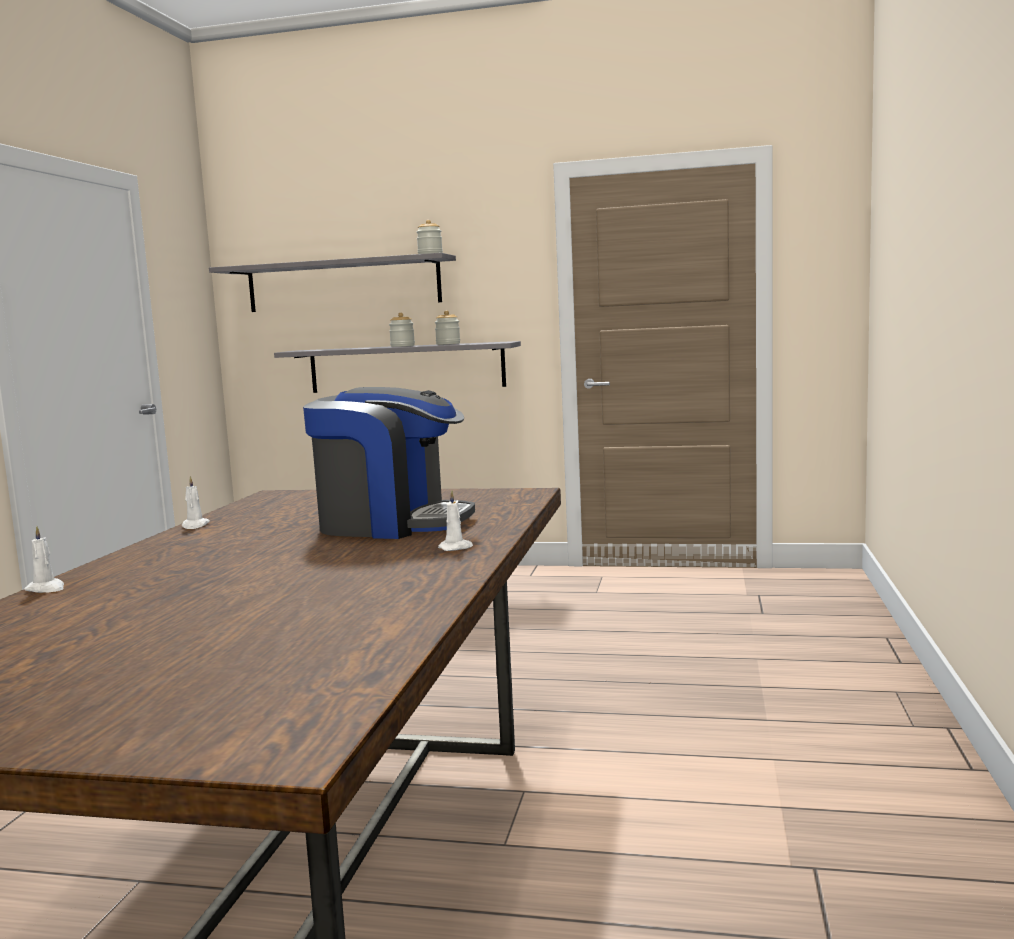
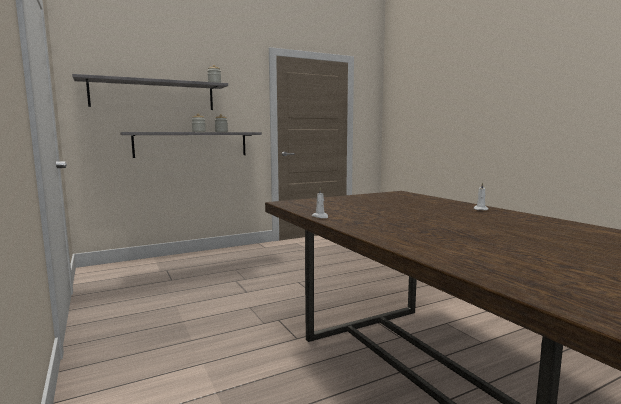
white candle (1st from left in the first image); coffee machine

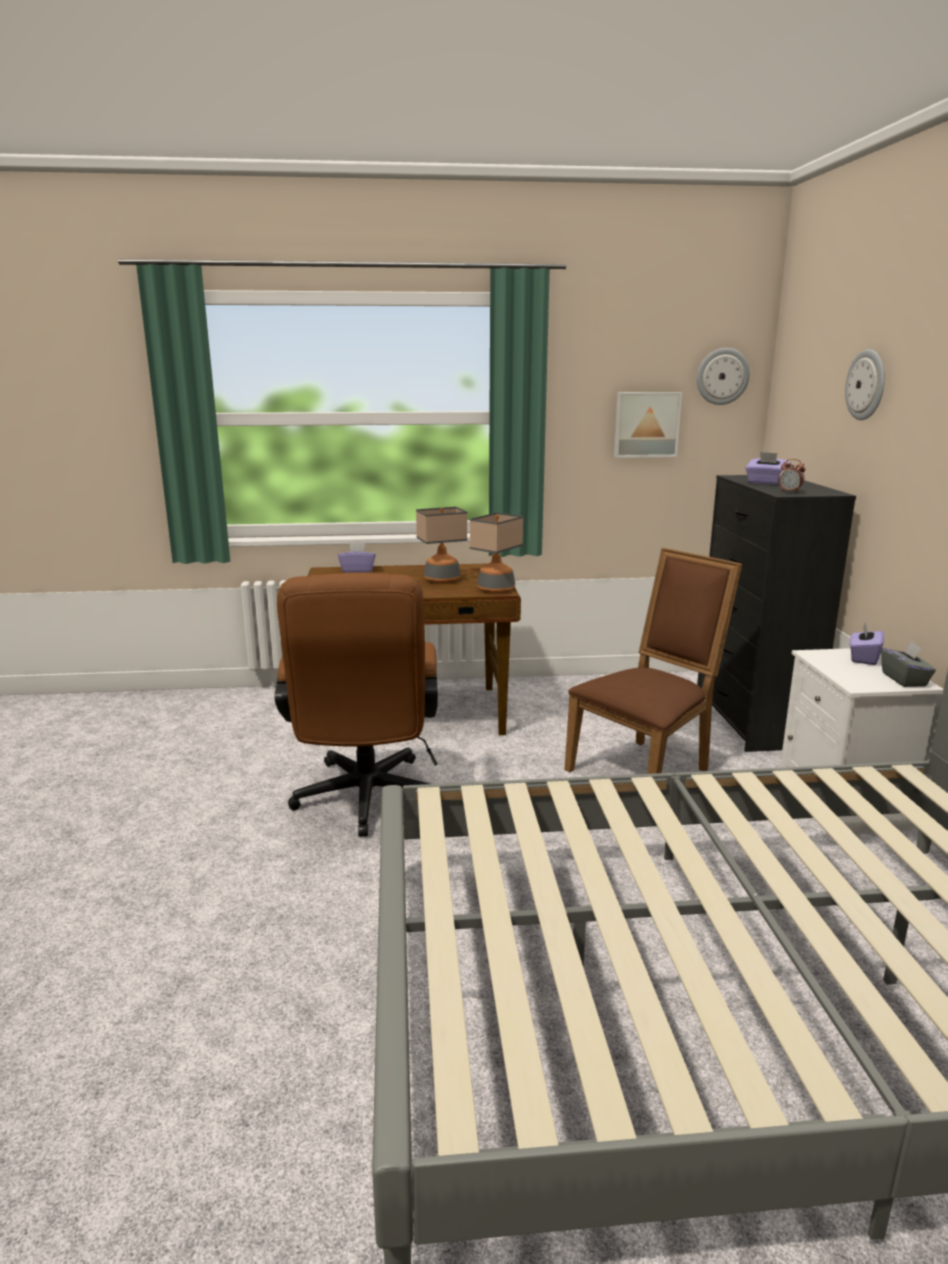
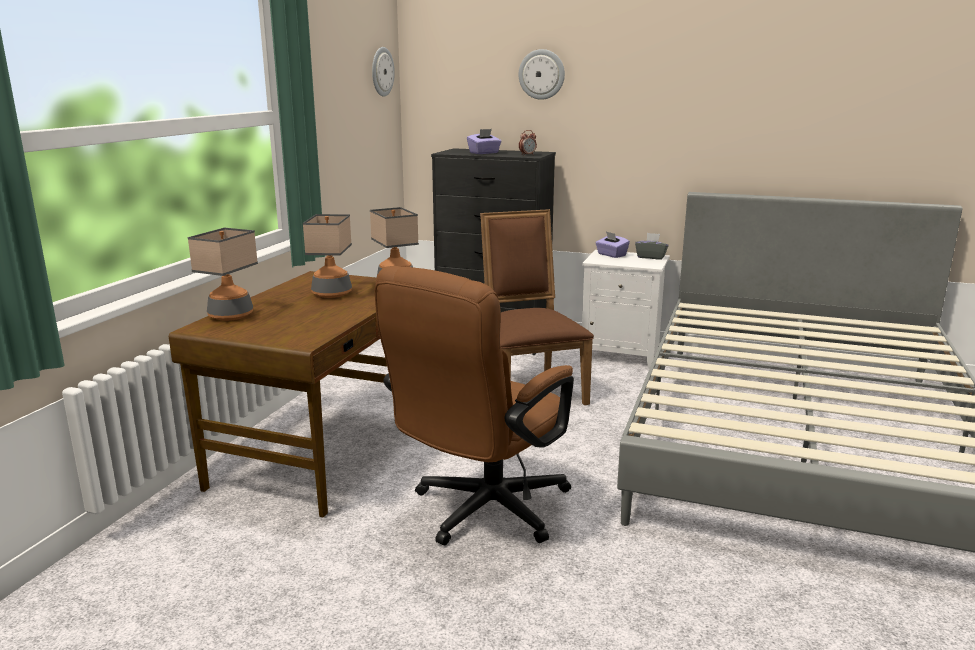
brown office chair; table lamp (1st from left); picture

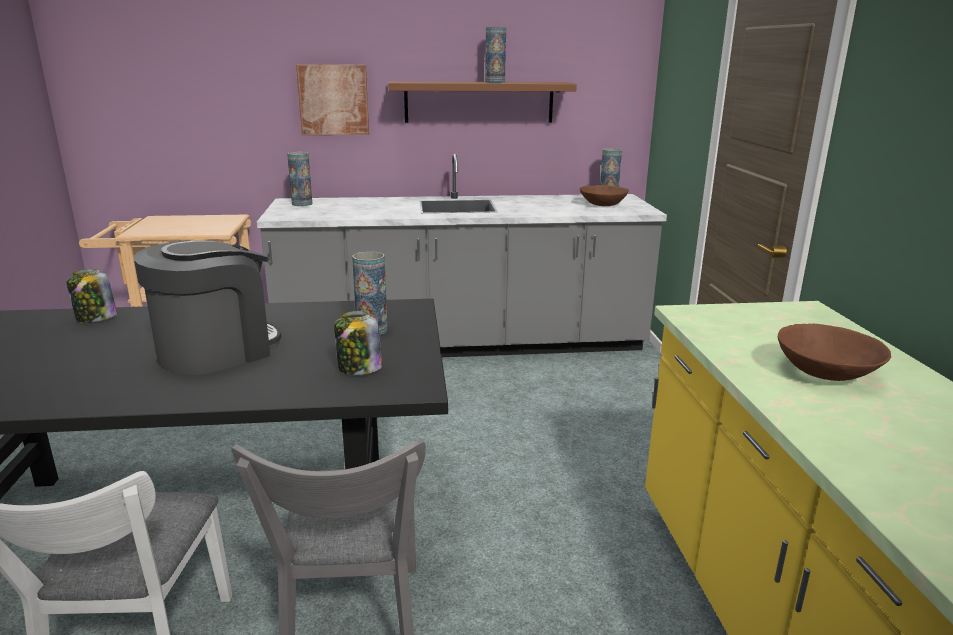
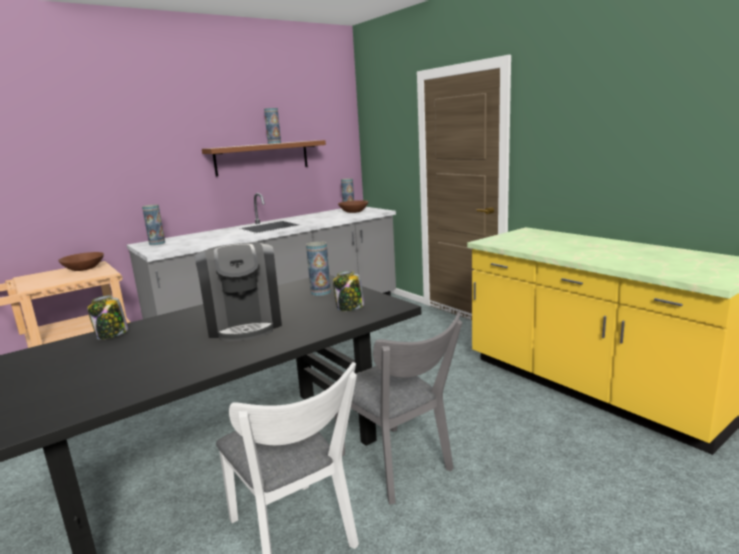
coffee machine; picture; brown bowl (1st from left)

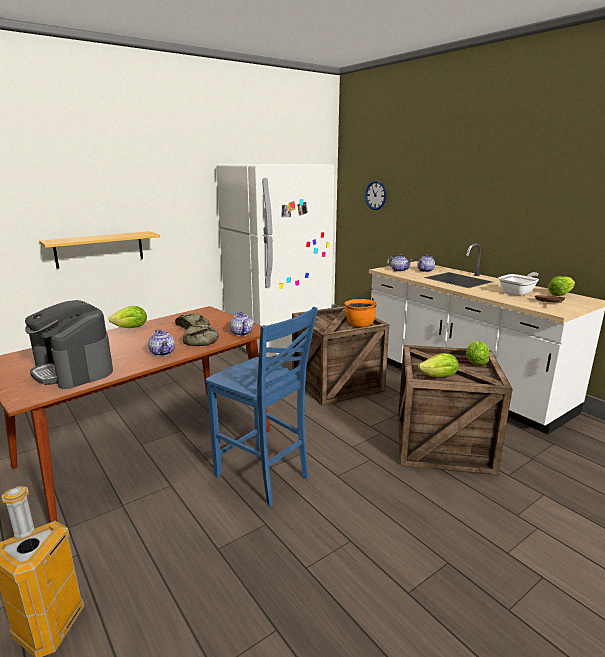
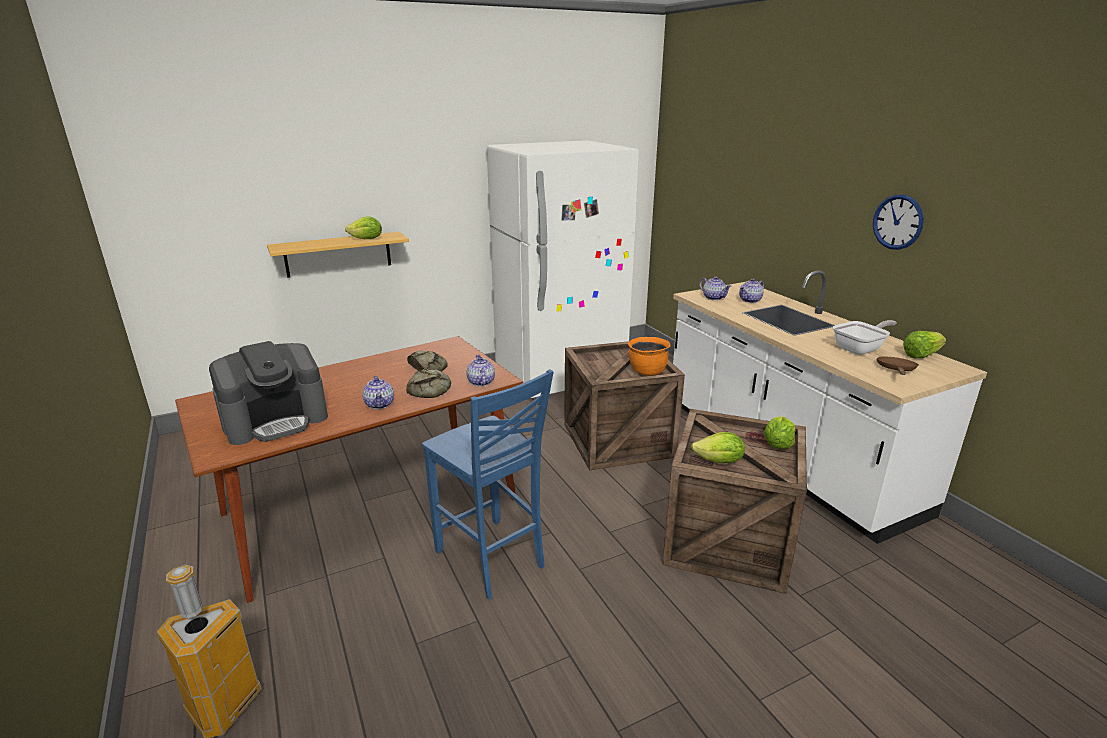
coffee machine; lettuce (1st from left); wall clock

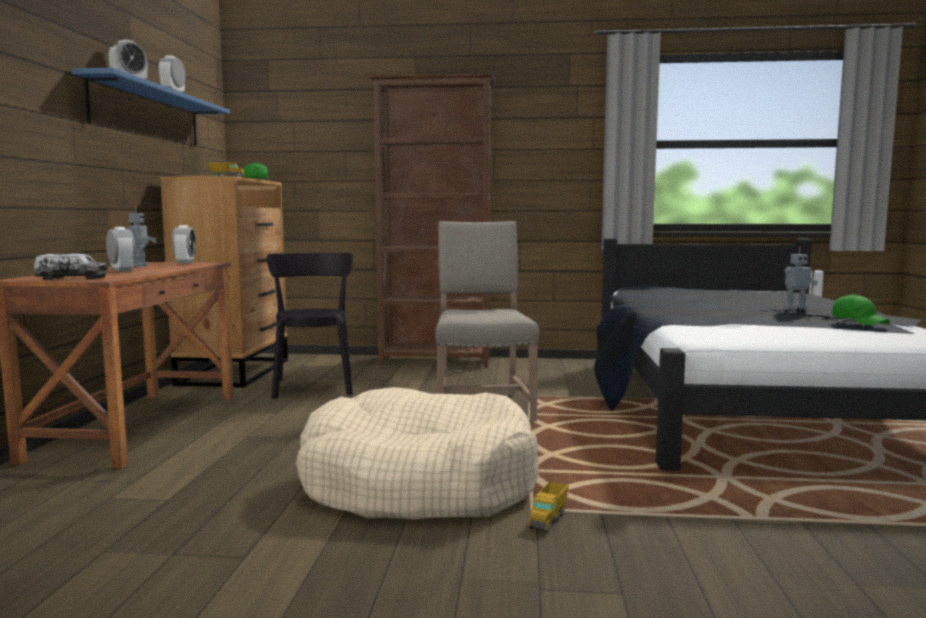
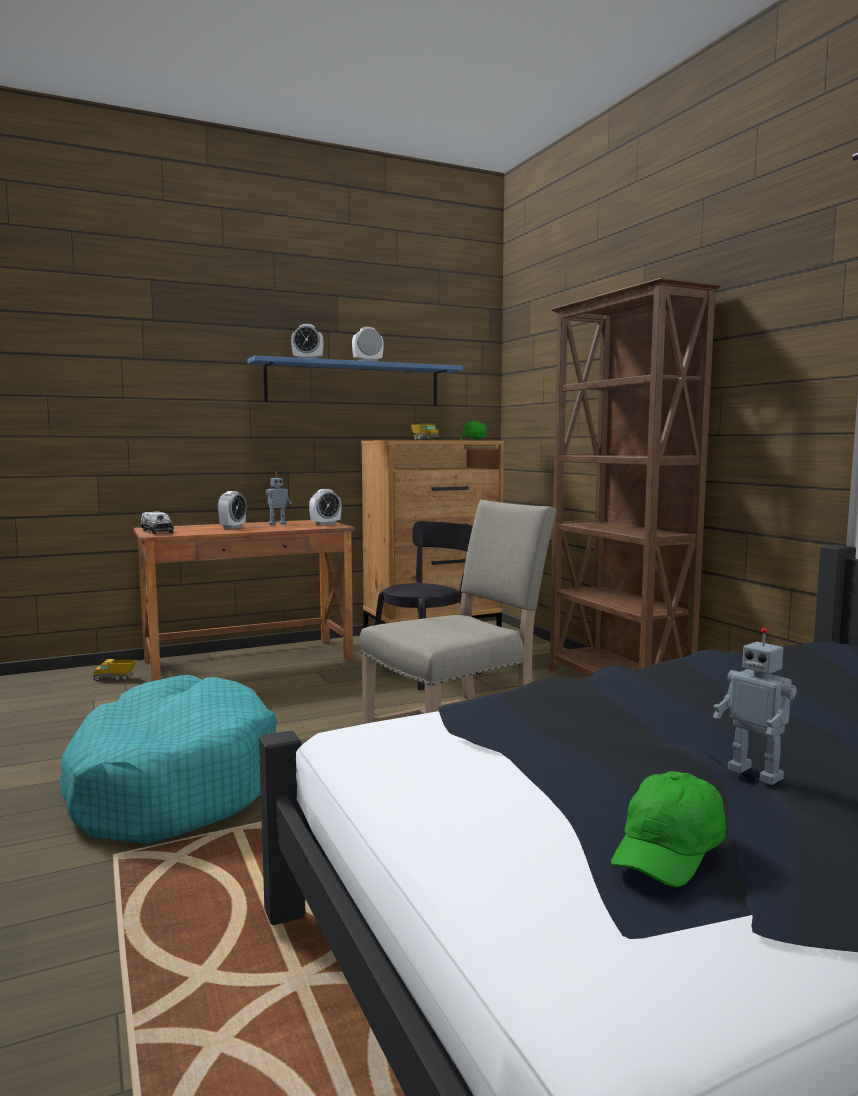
turquoise dog bed; toy truck (1st from left)

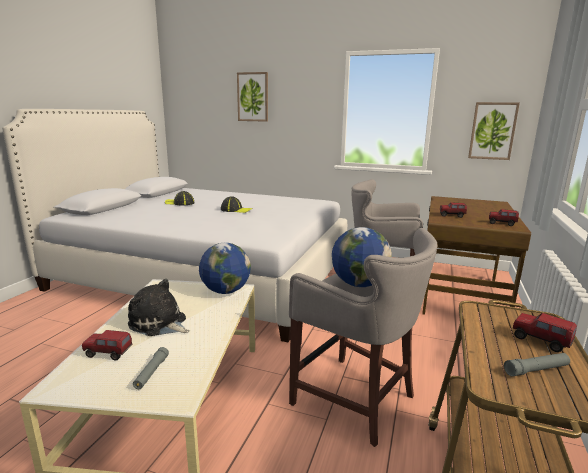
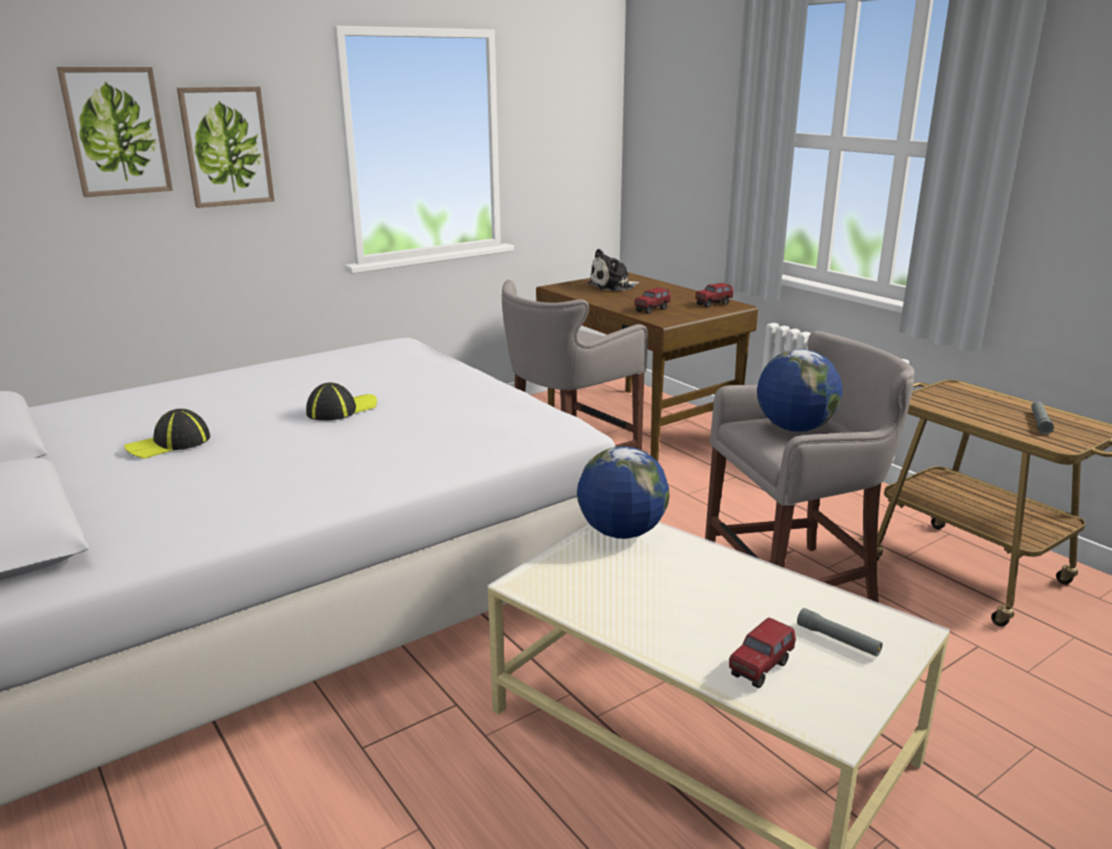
plush toy; picture (2nd from left); toy truck (4th from left in the first image)

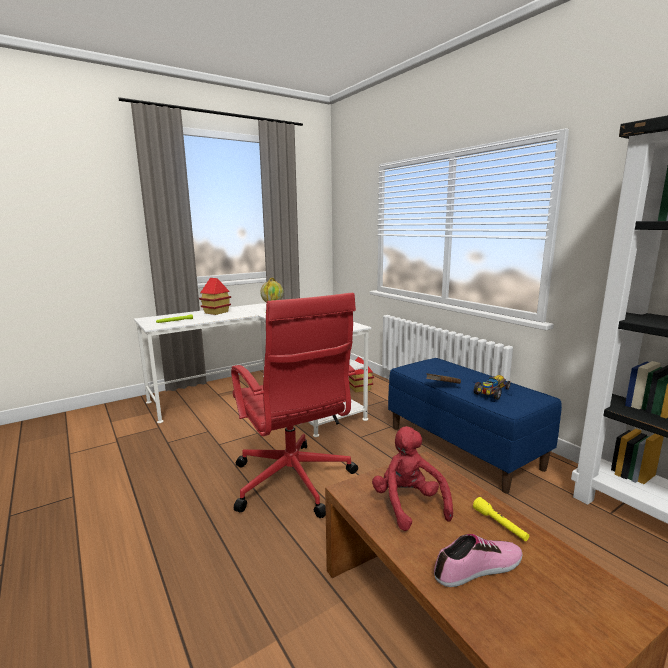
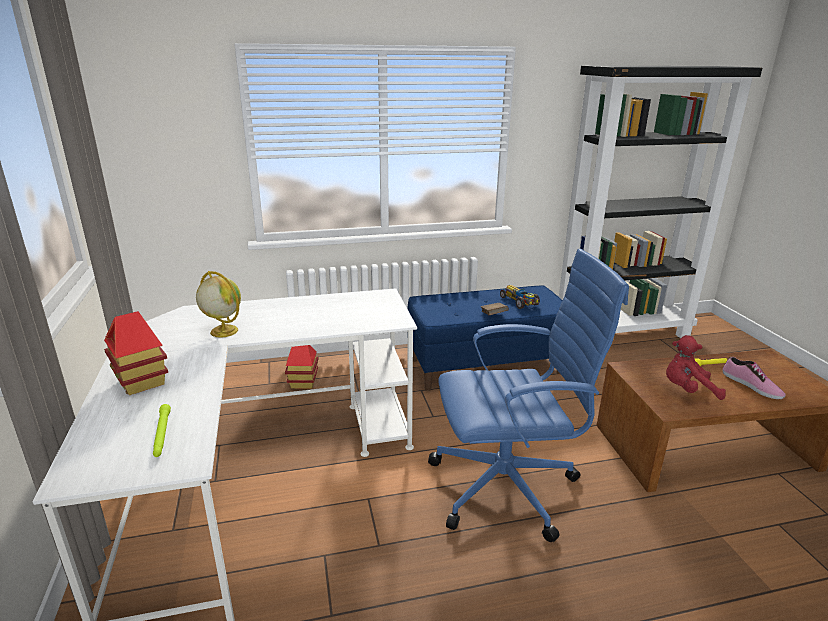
blue office chair; shoe

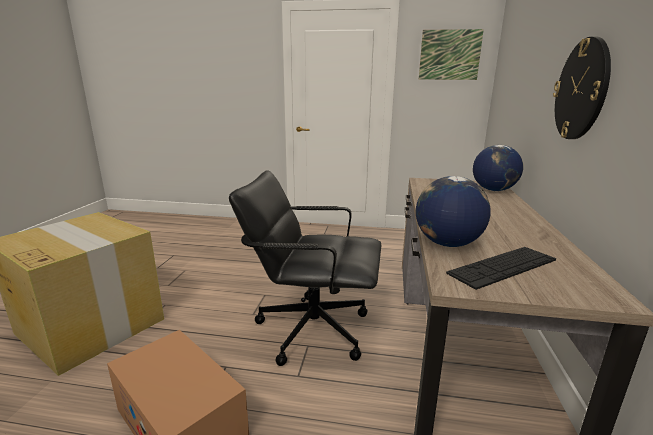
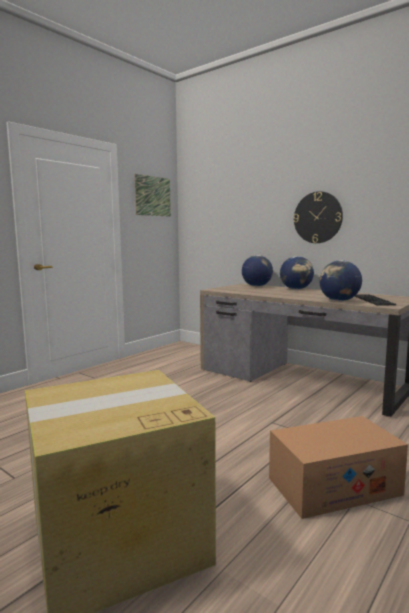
black office chair; globe (2nd from left)

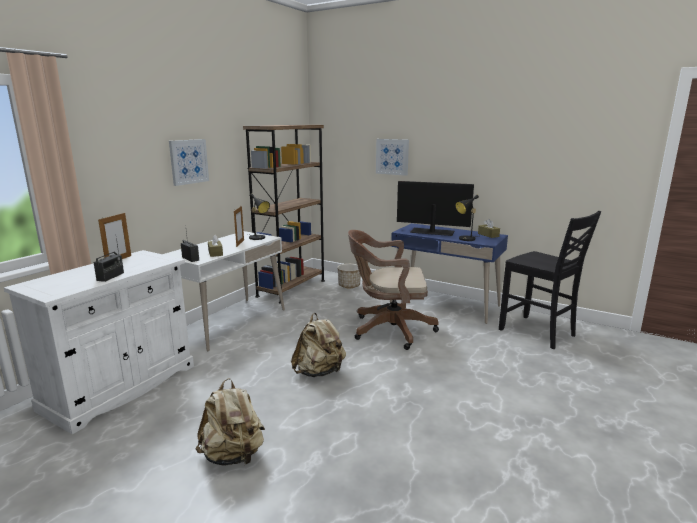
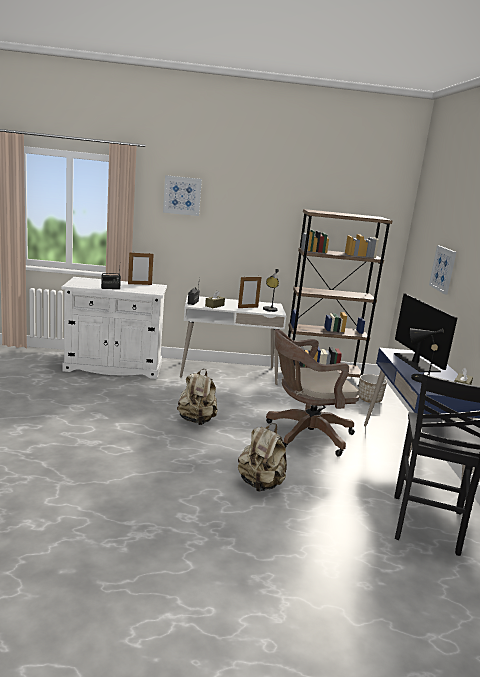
picture (1st from left); beige backpack (2nd from left); brown office chair

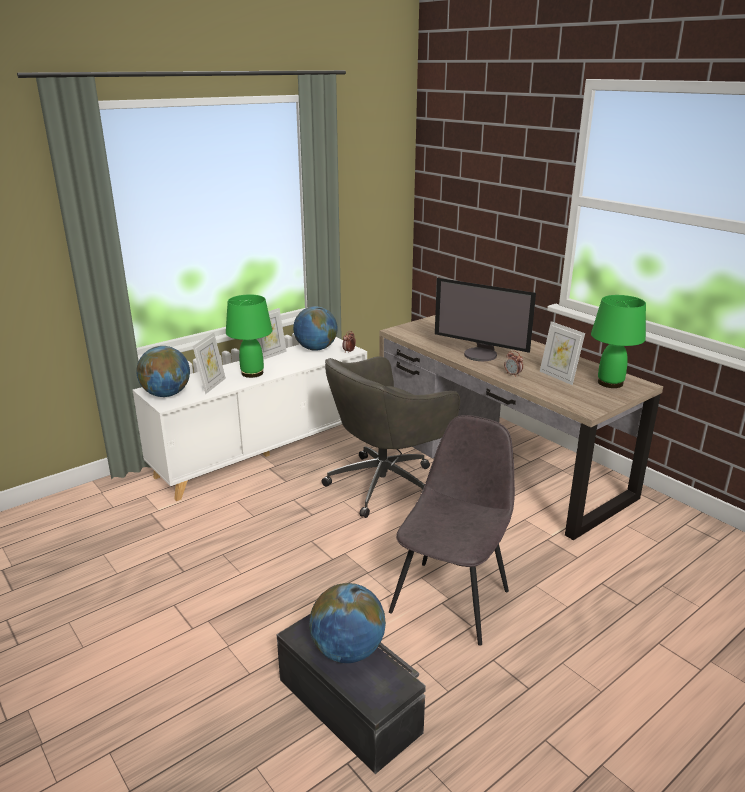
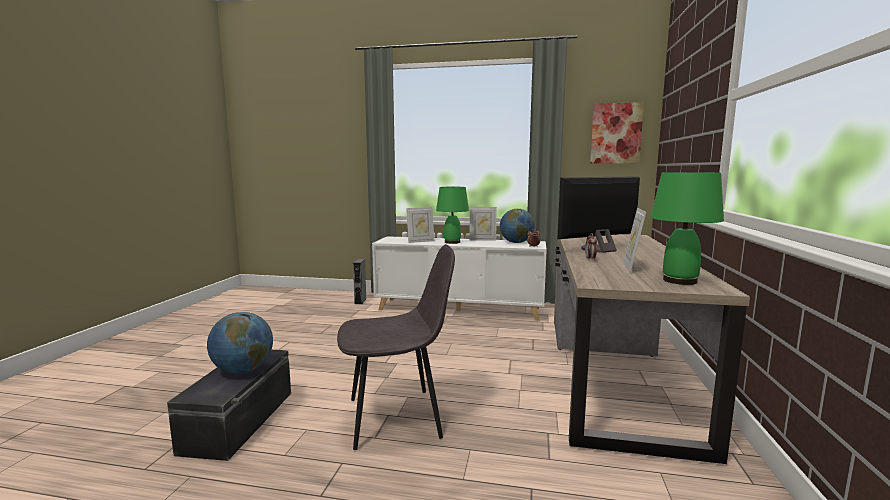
globe (1st from left in the first image); grey office chair; monitor; grey speaker; picture

